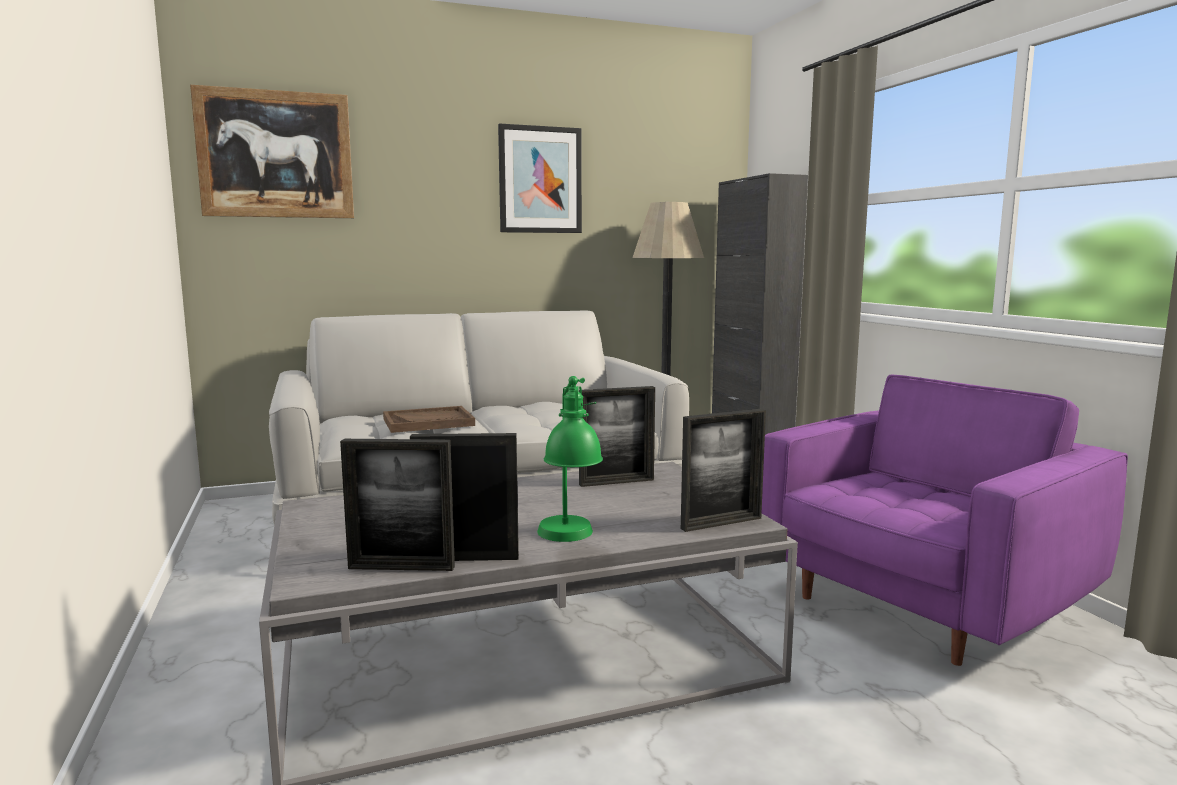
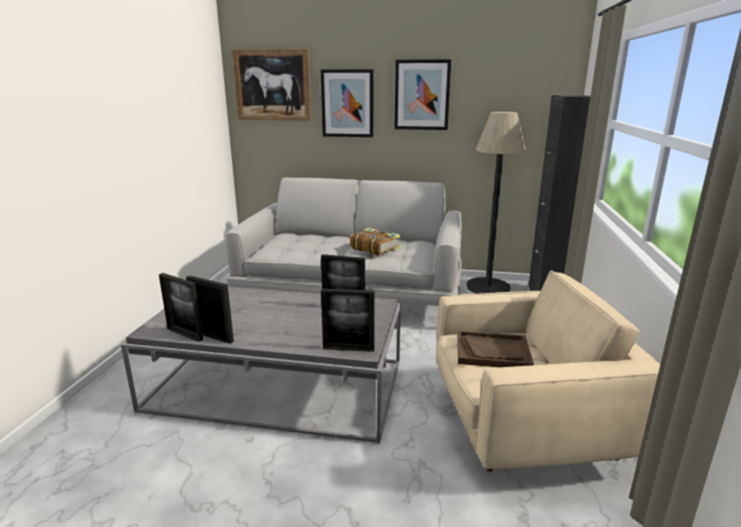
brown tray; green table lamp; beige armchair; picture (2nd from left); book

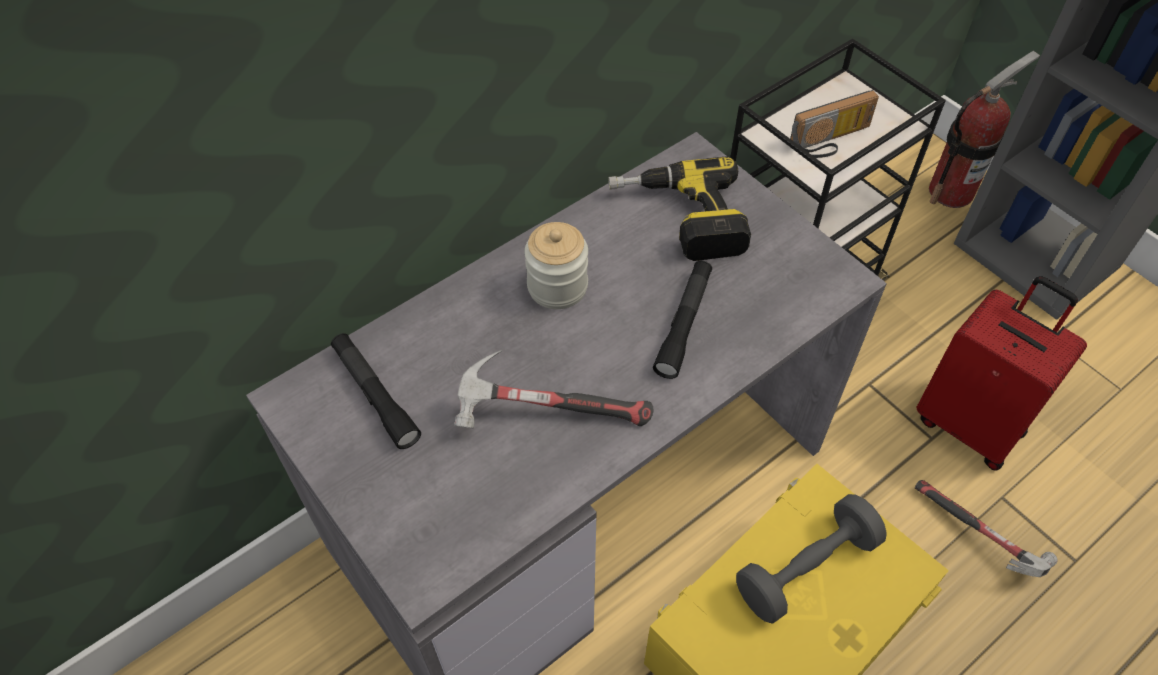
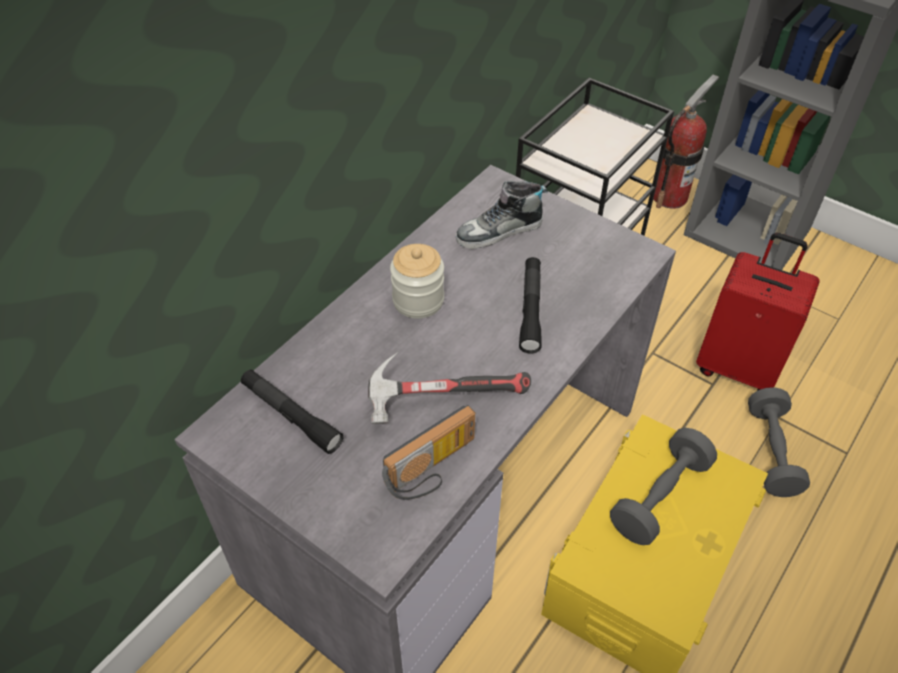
shoe; radio; grey dumbbell (2nd from left)

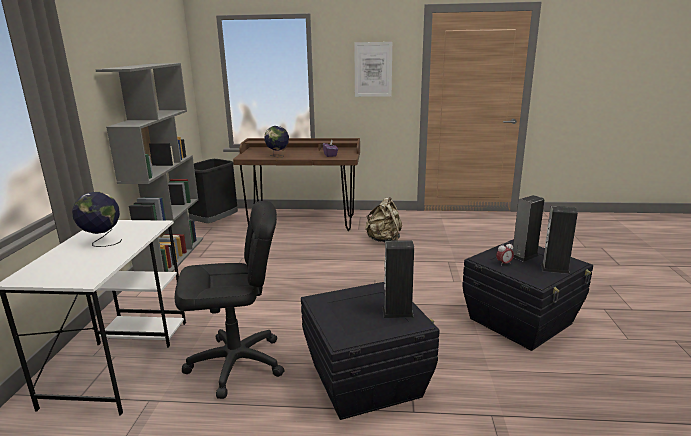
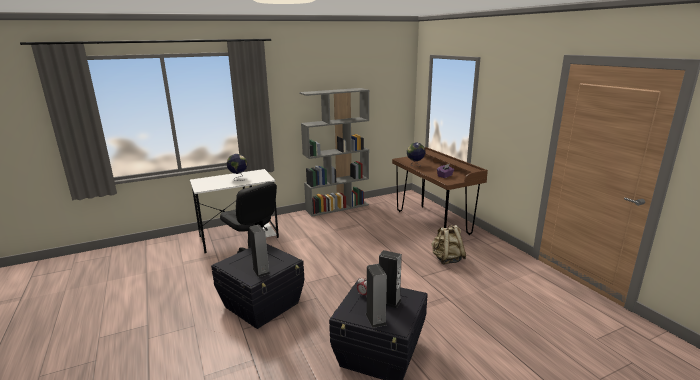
black trash can; picture

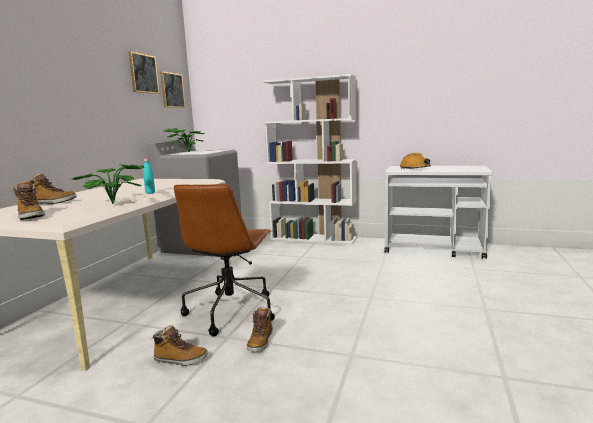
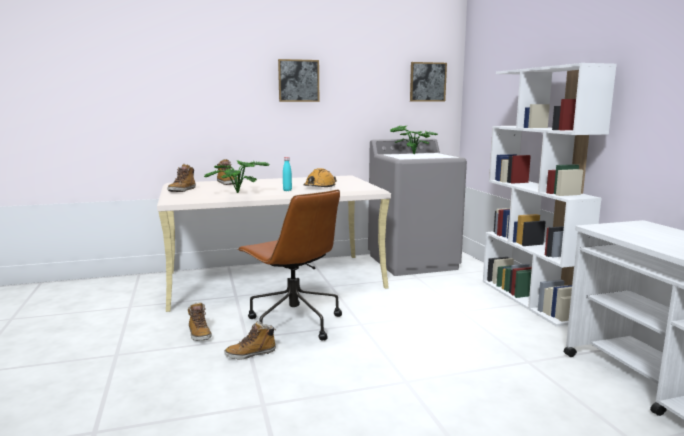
picture (1st from left); brown office chair; orange hard hat

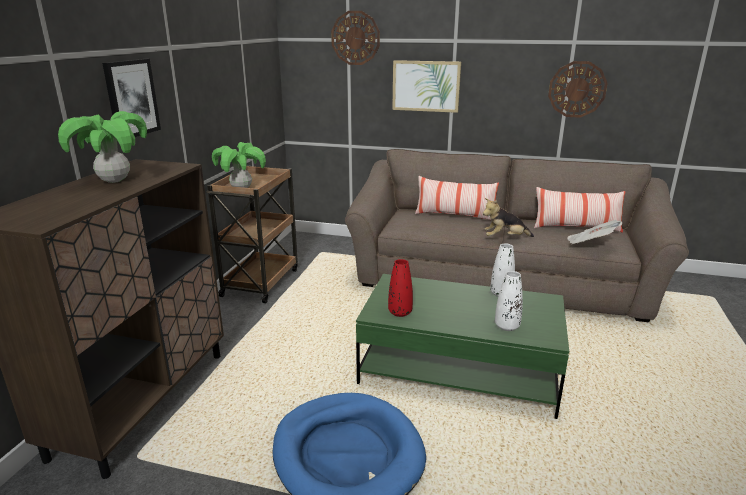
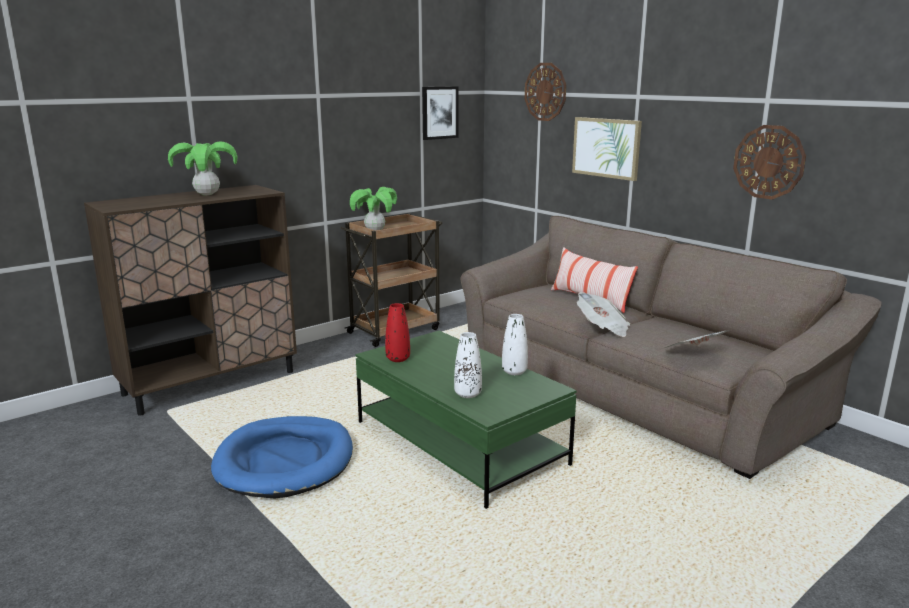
picture (1st from left); newspaper (1st from left); pillow (2nd from left in the first image)

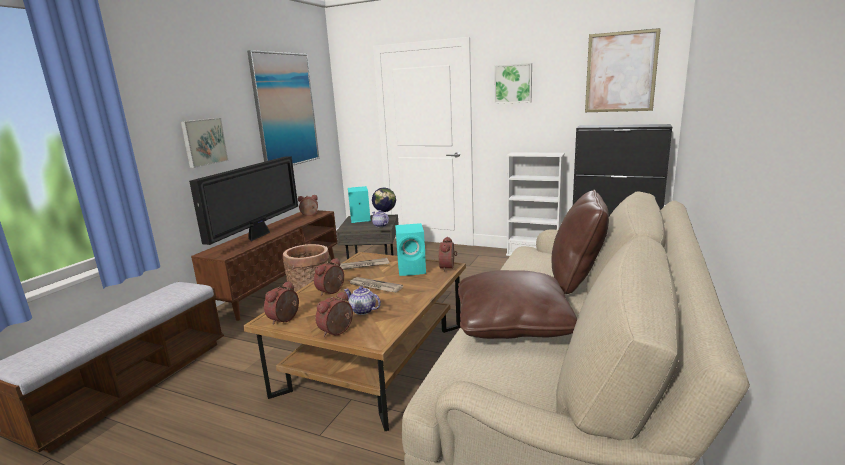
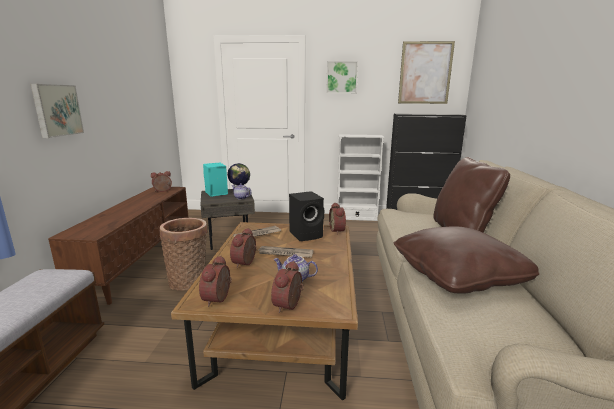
television; picture (2nd from left in the first image); black speaker

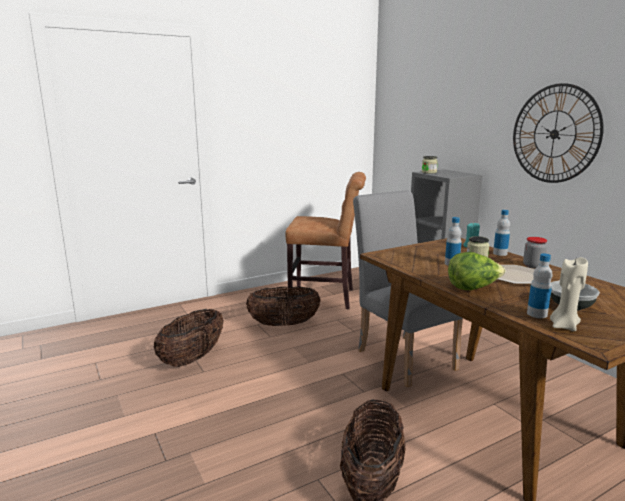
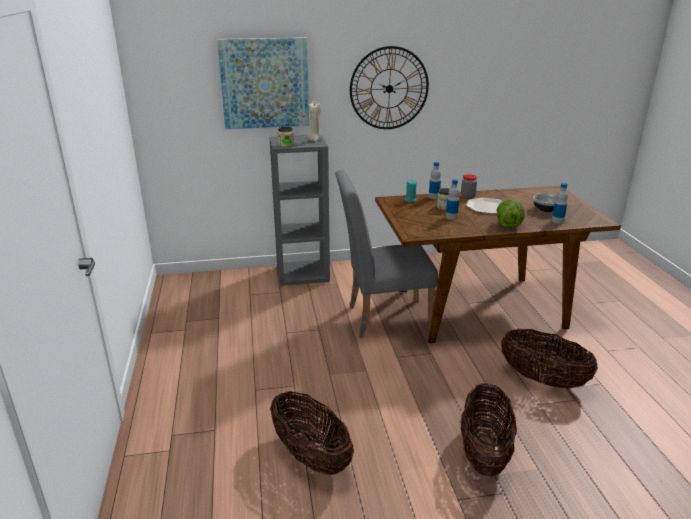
basket (2nd from left); brown chair; beige candle; picture

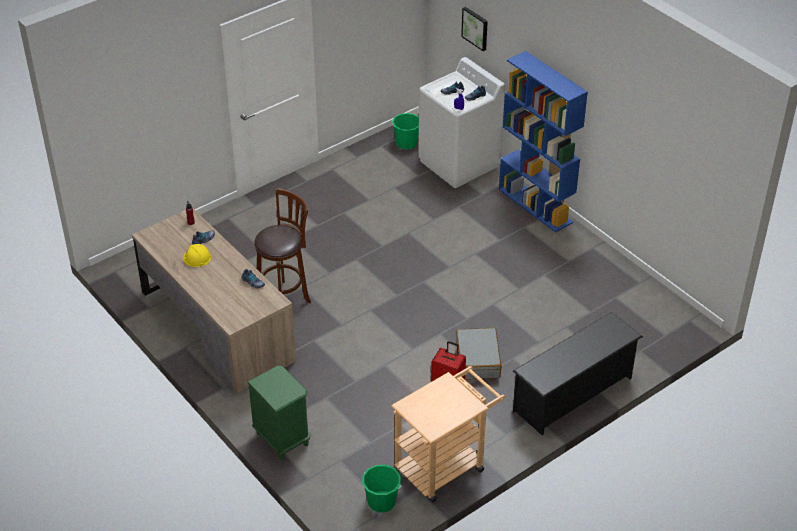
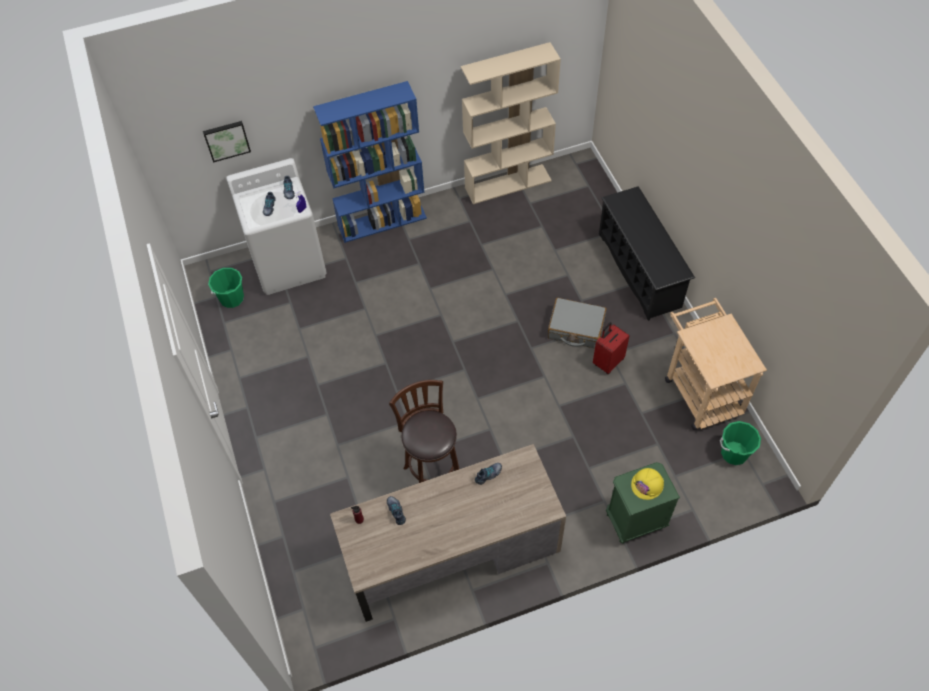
yellow hard hat; beige bookcase

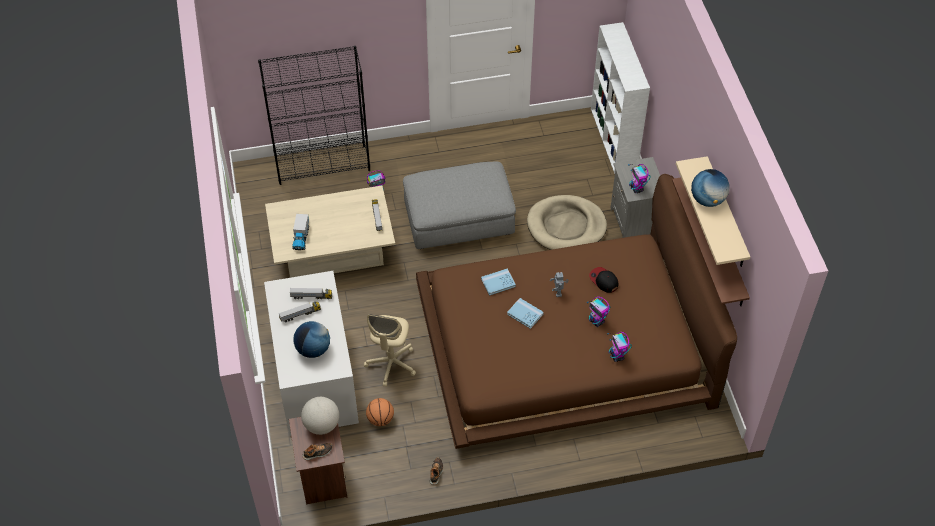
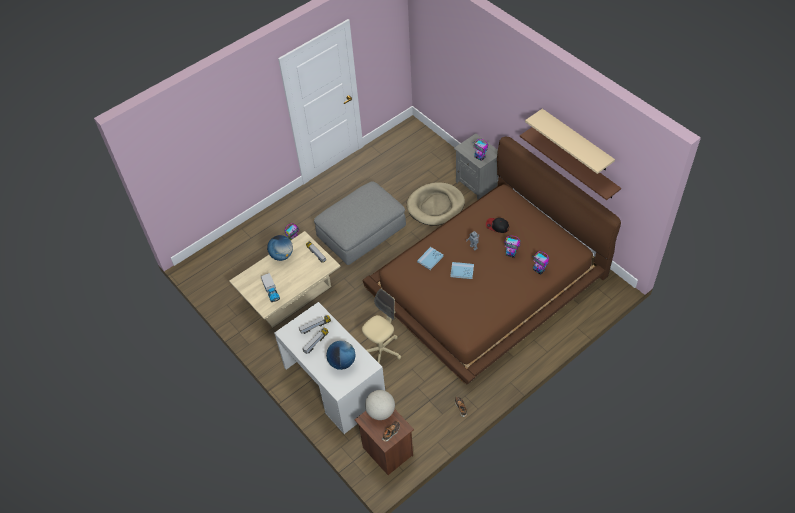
black bookcase; beige office chair; basketball; white bookcase; globe (1st from left)

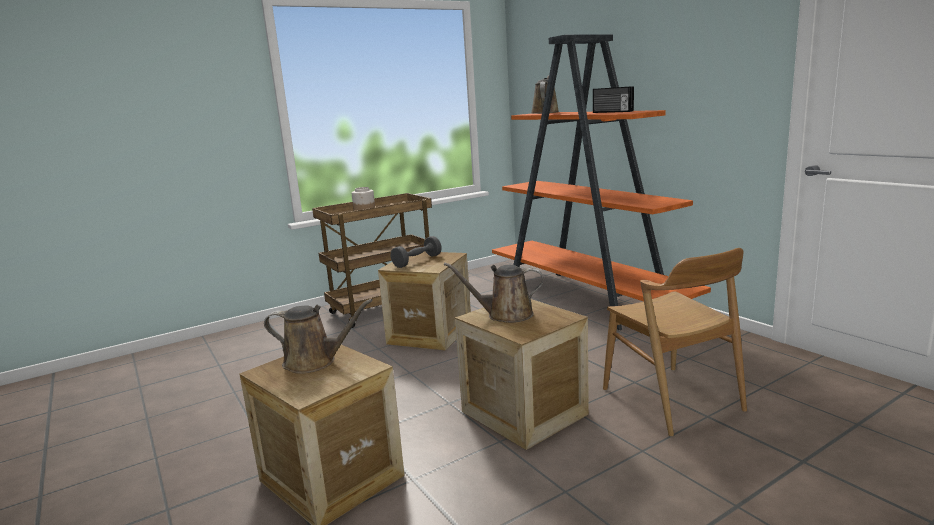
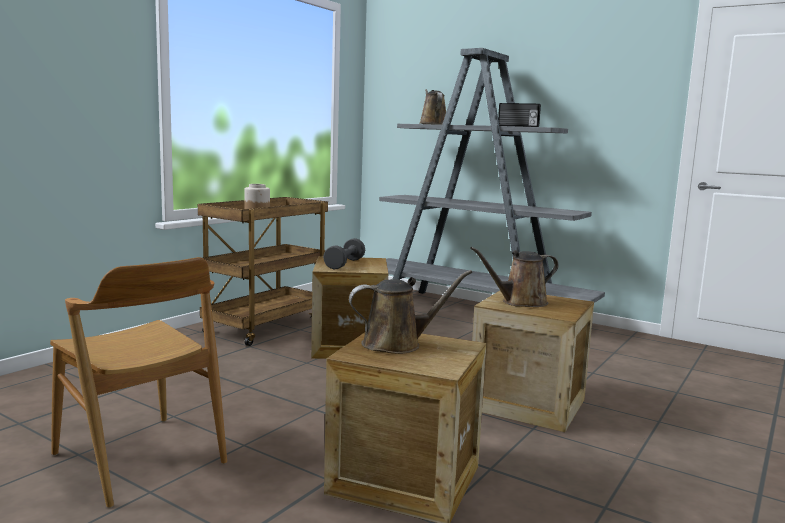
grey bookcase; brown chair

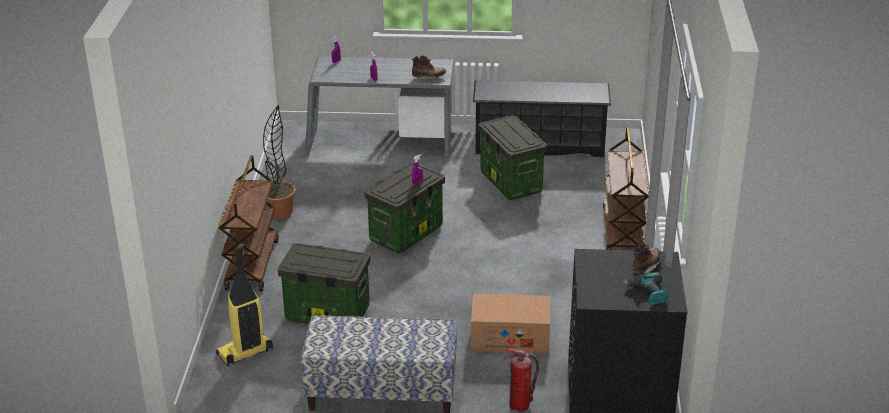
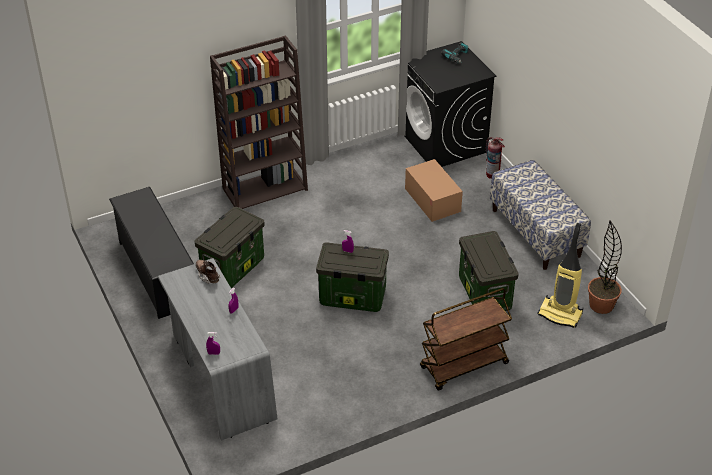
potted plant; brown bookcase; brown boot (2nd from left in the first image)

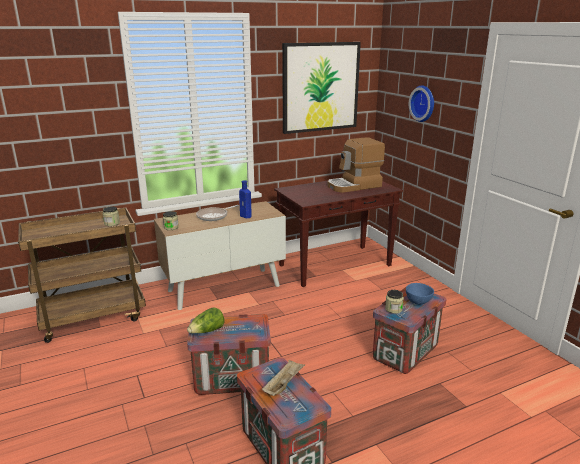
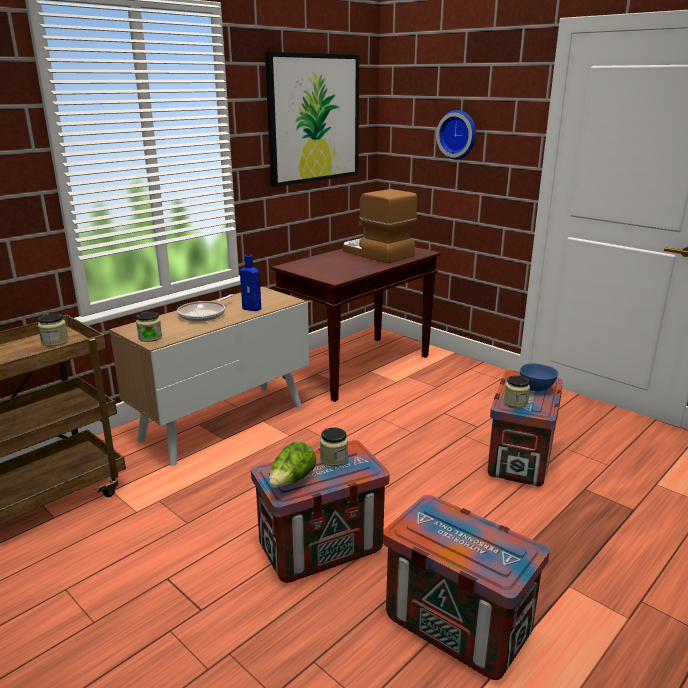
beige tray; coffee machine; jar (3rd from left)

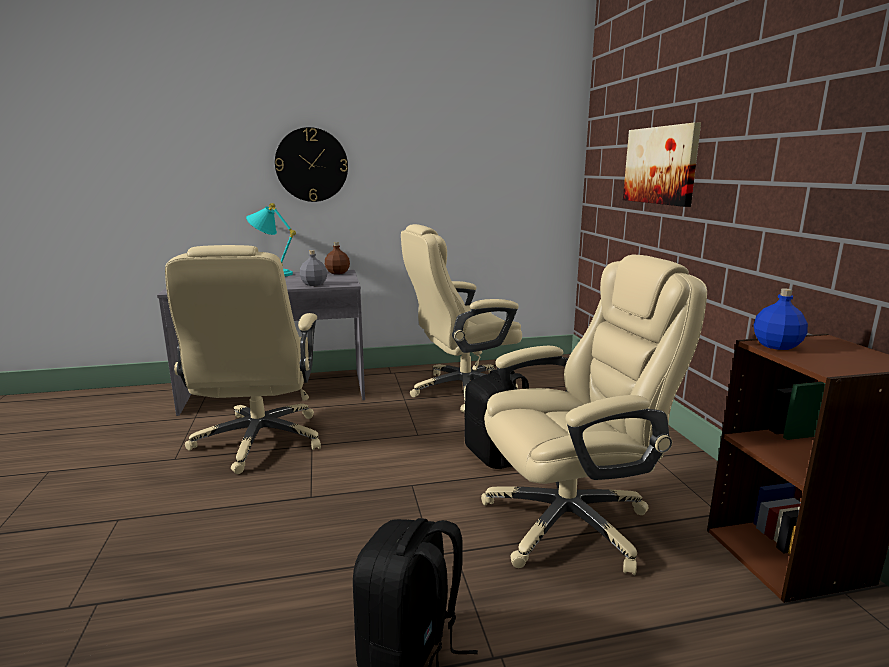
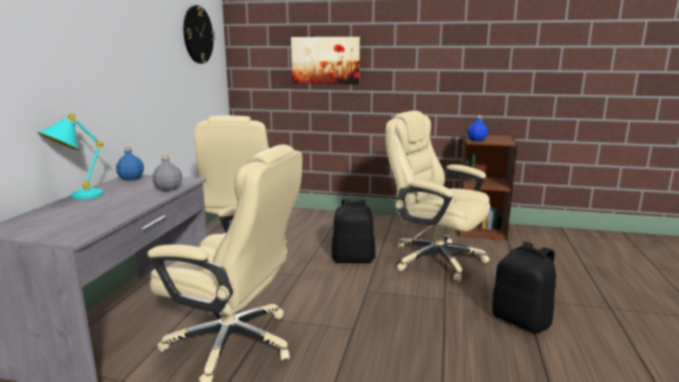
wall clock; blue bottle (1st from left); beige office chair (3rd from left)

